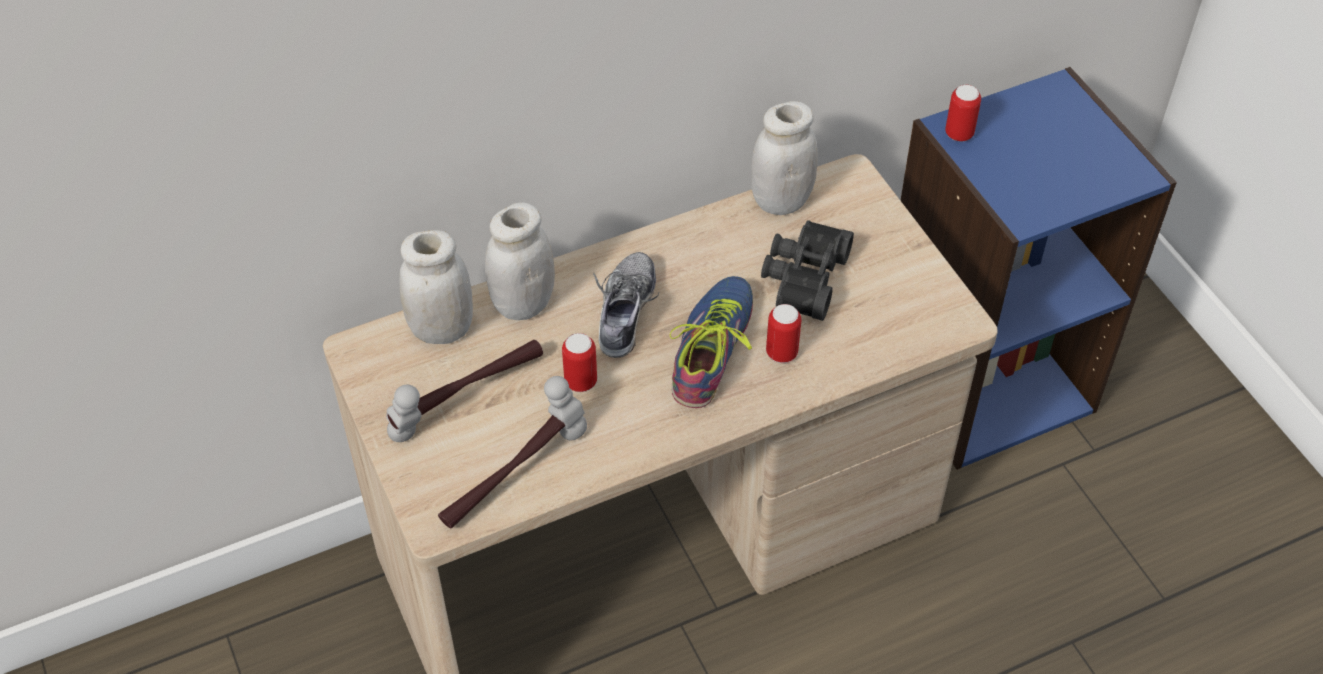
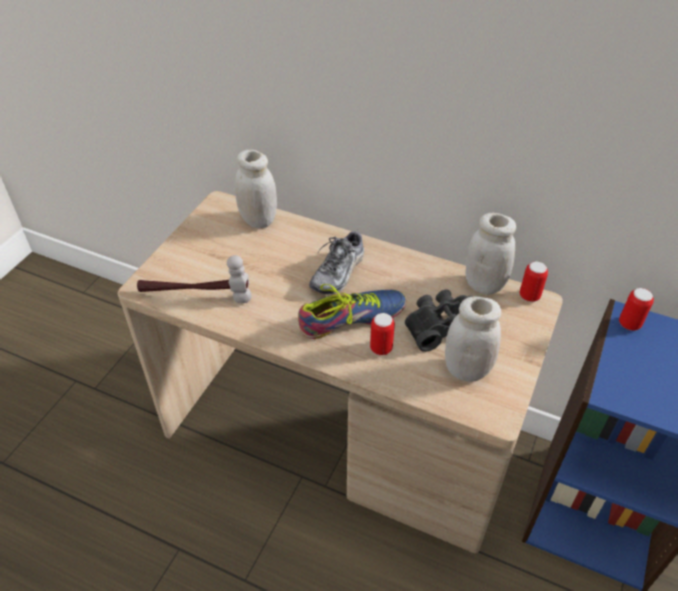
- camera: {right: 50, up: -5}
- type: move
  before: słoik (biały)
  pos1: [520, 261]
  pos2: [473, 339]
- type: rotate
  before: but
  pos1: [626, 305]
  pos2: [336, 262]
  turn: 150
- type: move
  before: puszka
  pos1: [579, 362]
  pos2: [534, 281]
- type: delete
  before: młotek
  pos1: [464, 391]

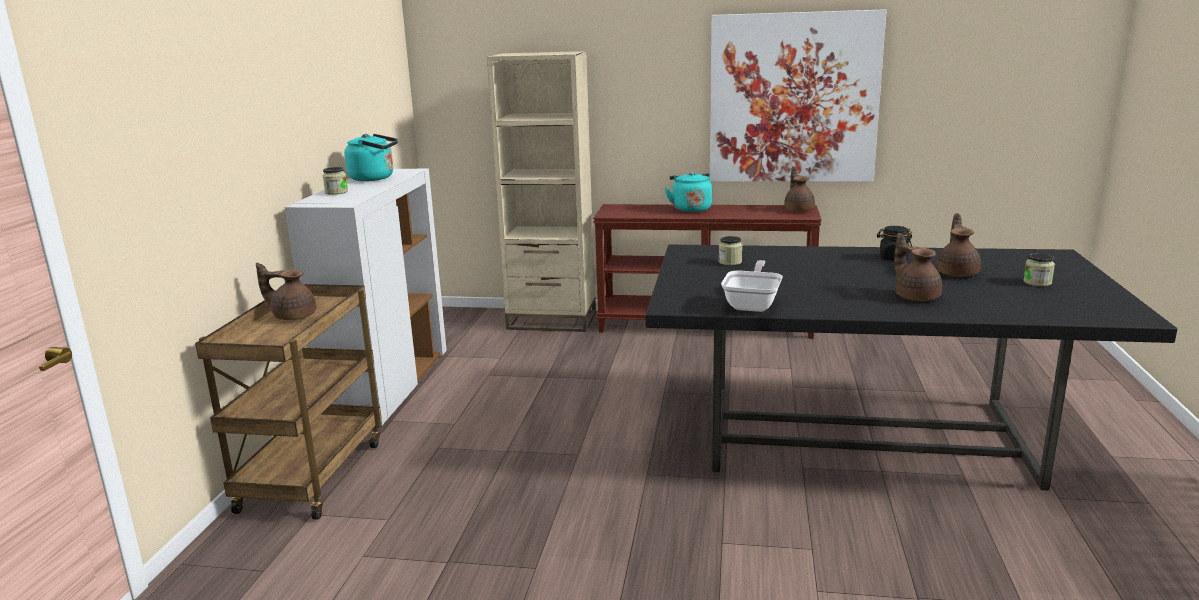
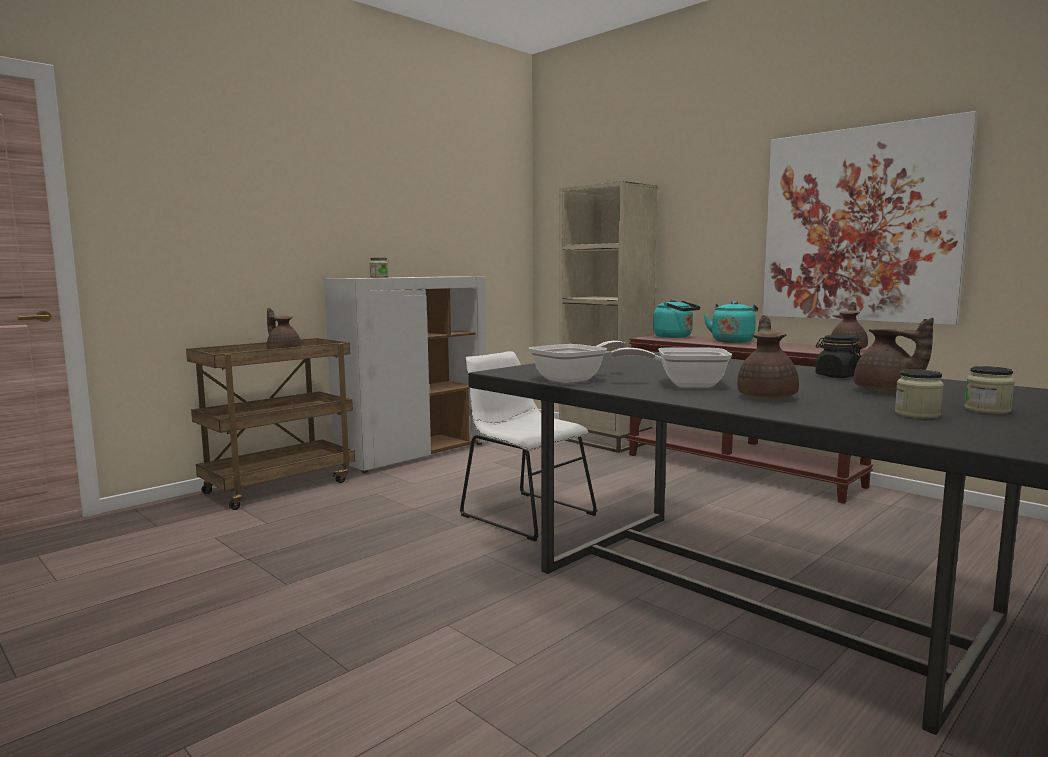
- camera: {right: 35, up: -10}
- type: move
  before: czajnik (turkusowy)
  pos1: [371, 157]
  pos2: [677, 318]
- type: rotate
  before: imbryk (brązowy)
  pos1: [959, 245]
  pos2: [894, 355]
  turn: 105
- type: move
  before: słoik
  pos1: [730, 250]
  pos2: [919, 394]
- type: insert
  after: patelnia
  pos2: [671, 367]
- type: insert
  after: krzesło (biały)
  pos2: [528, 446]

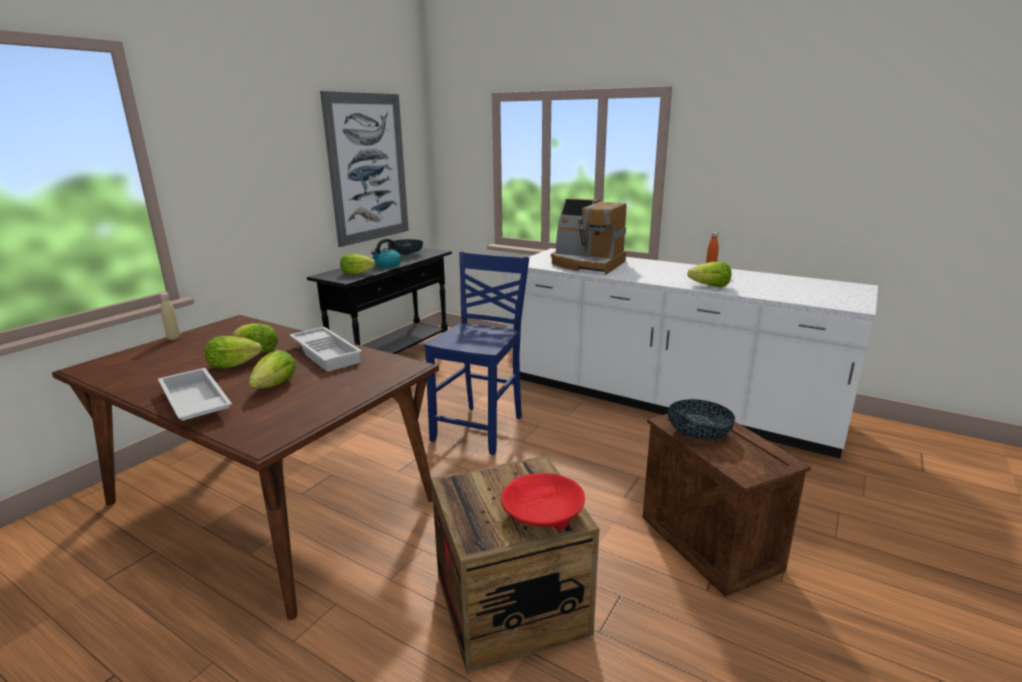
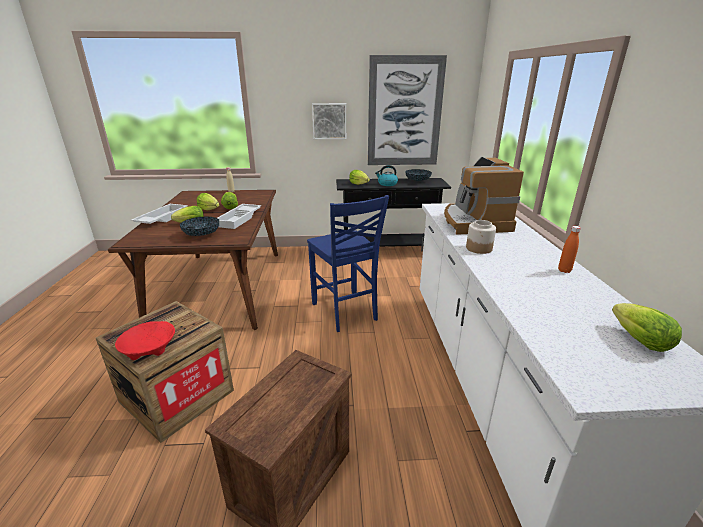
- camera: {right: 55, up: 5}
- type: rotate
  before: krzesło (niebieski)
  pos1: [476, 353]
  pos2: [348, 263]
  turn: 75
- type: move
  before: sałata
  pos1: [709, 274]
  pos2: [647, 327]
- type: move
  before: miska
  pos1: [701, 419]
  pos2: [199, 226]
- type: insert
  after: obraz
  pos2: [329, 121]
- type: insert
  after: słoik
  pos2: [481, 237]

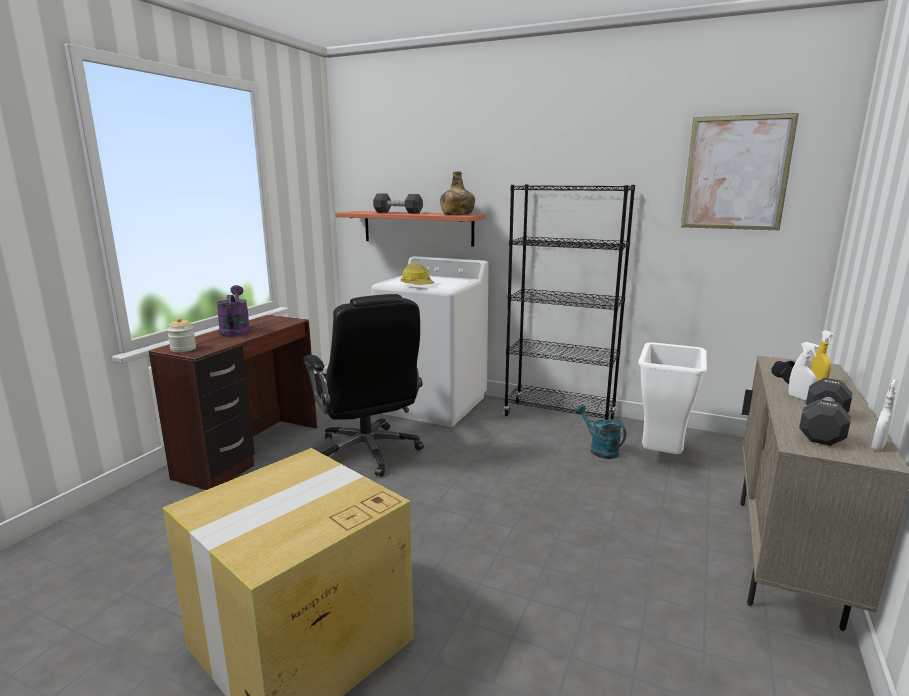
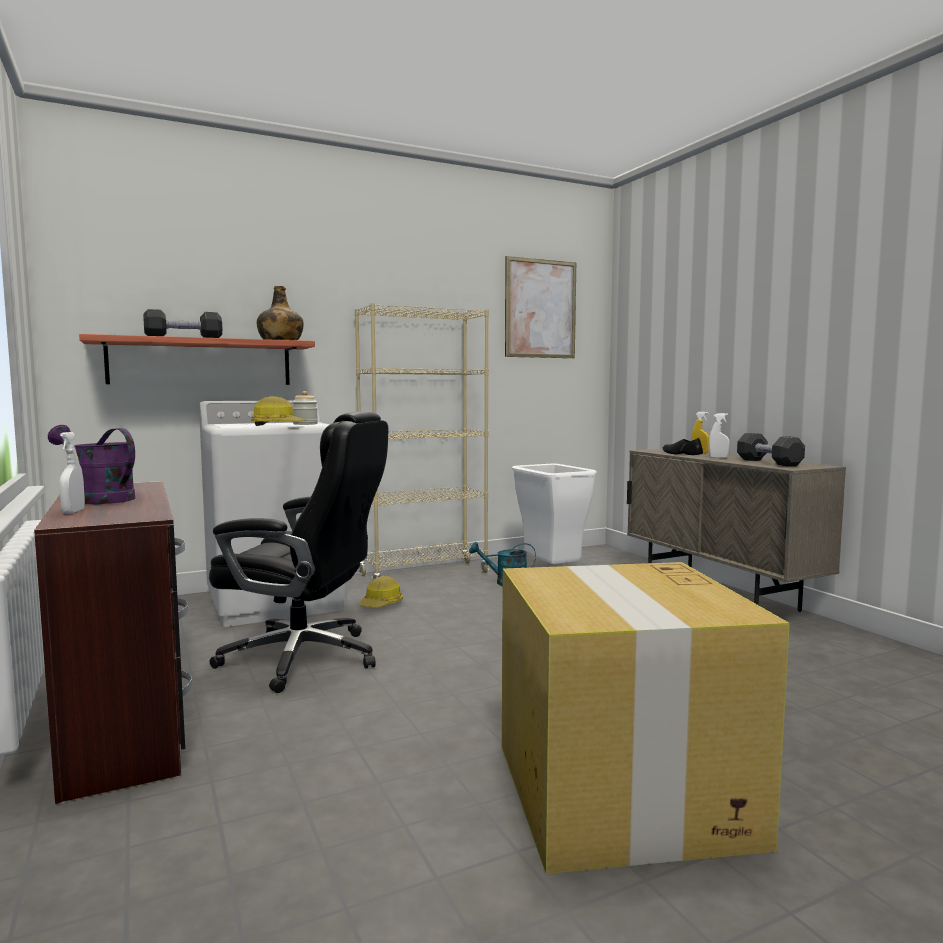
- camera: {right: -50, up: -10}
- type: recolor
  before: regał (czarny)
  after: regał (beżowy)
  pos1: [569, 302]
  pos2: [422, 441]
- type: move
  before: słoik
  pos1: [181, 335]
  pos2: [305, 408]
- type: move
  before: spryskiwacz (biały)
  pos1: [884, 415]
  pos2: [72, 472]
- type: insert
  after: kask
  pos2: [381, 592]

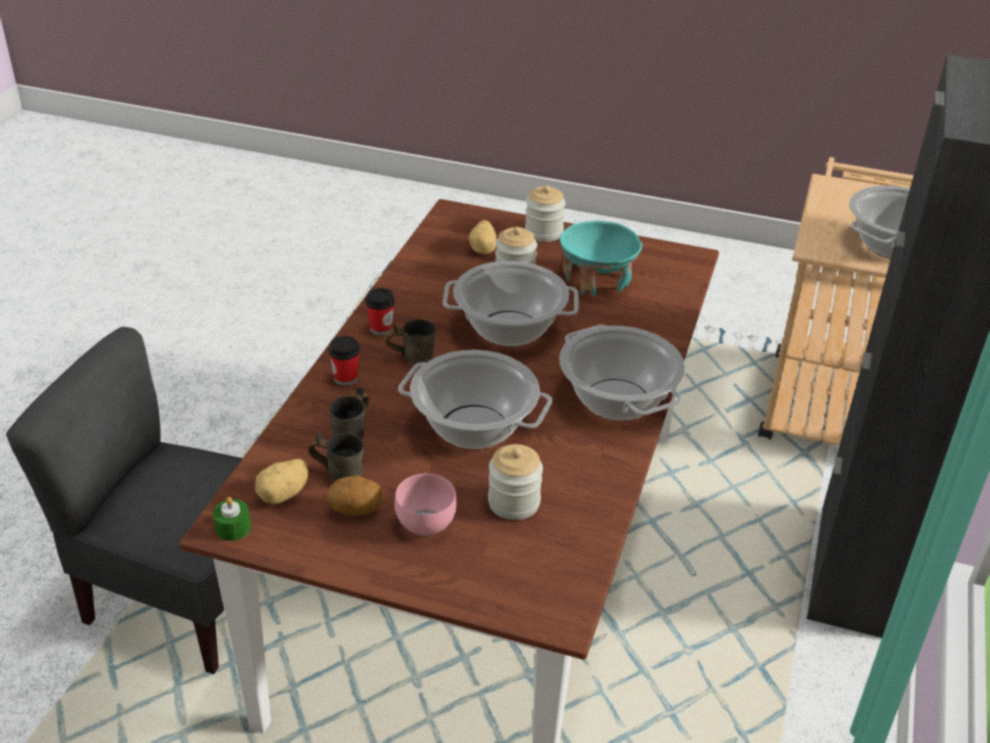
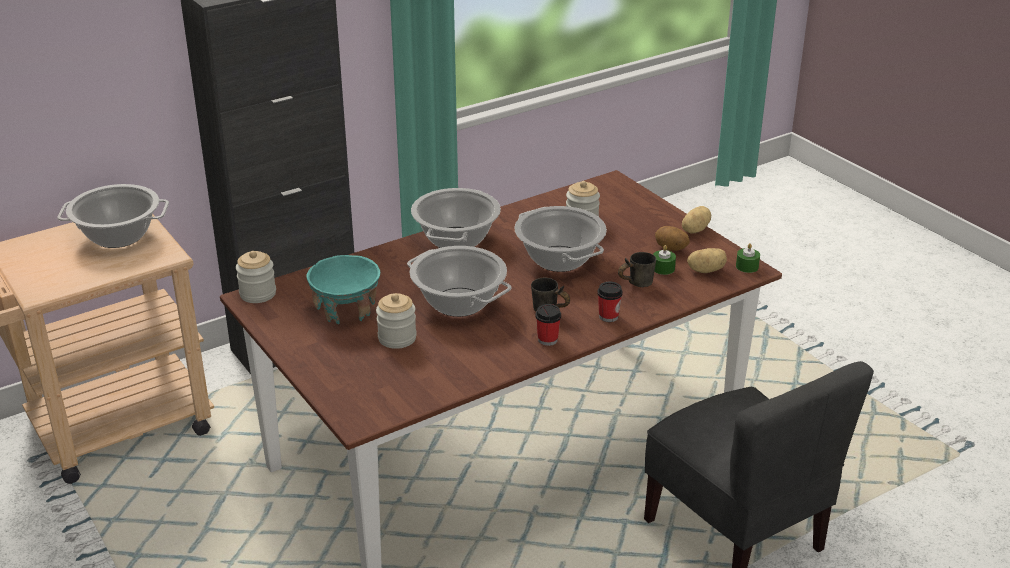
- camera: {right: -140, up: -5}
- type: move
  before: słoik
  pos1: [545, 213]
  pos2: [256, 277]
- type: move
  before: ziemniak
  pos1: [483, 237]
  pos2: [696, 220]
- type: replace
  before: kubek (szary)
  after: świeca (zielony)
  pos1: [336, 457]
  pos2: [664, 260]
- type: delete
  before: miska (różowy)
  pos1: [426, 505]

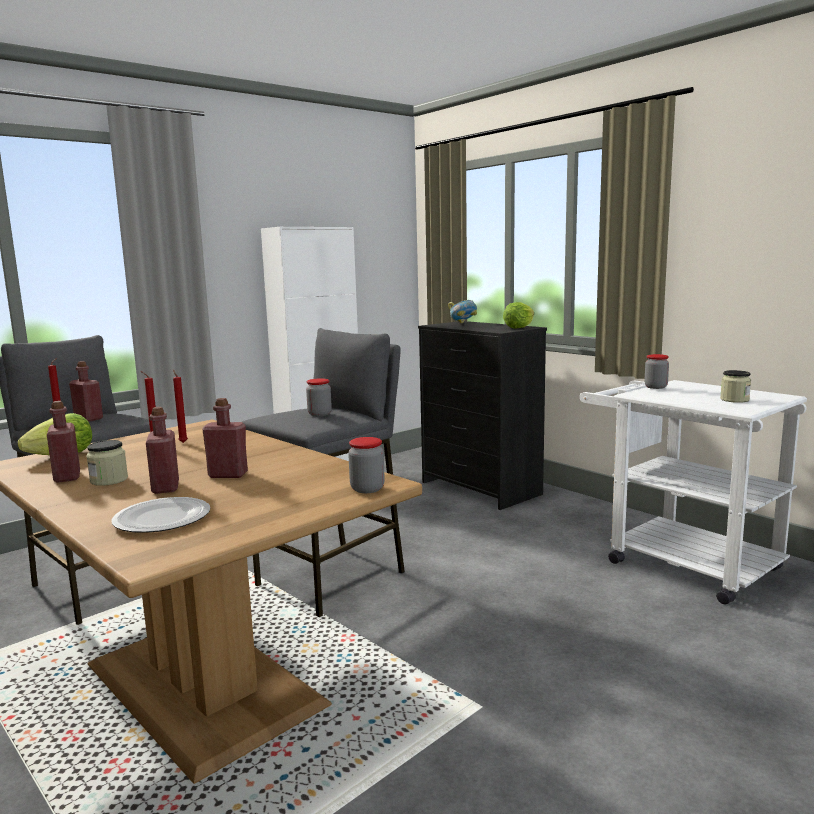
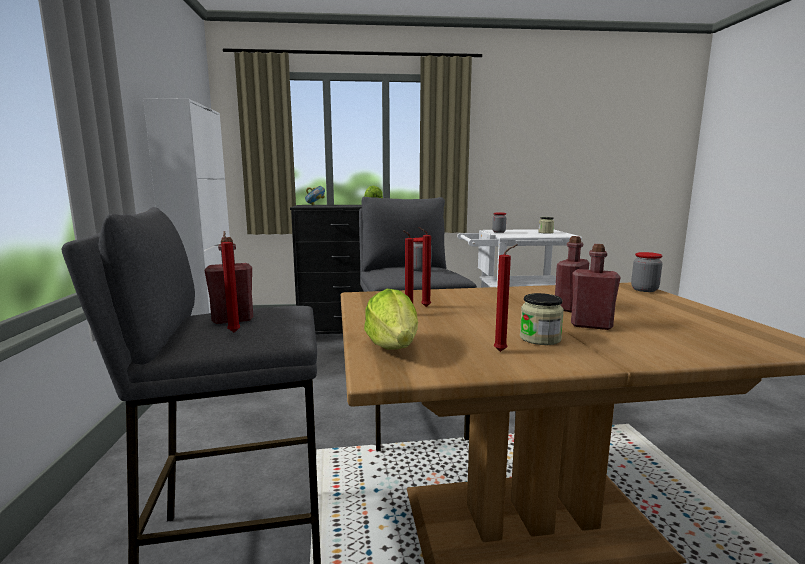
- camera: {right: -55, up: 0}
- type: replace
  before: butelka (czerwony)
  after: świeca (czerwony)
  pos1: [63, 442]
  pos2: [506, 298]
- type: delete
  before: talerz
  pos1: [161, 515]

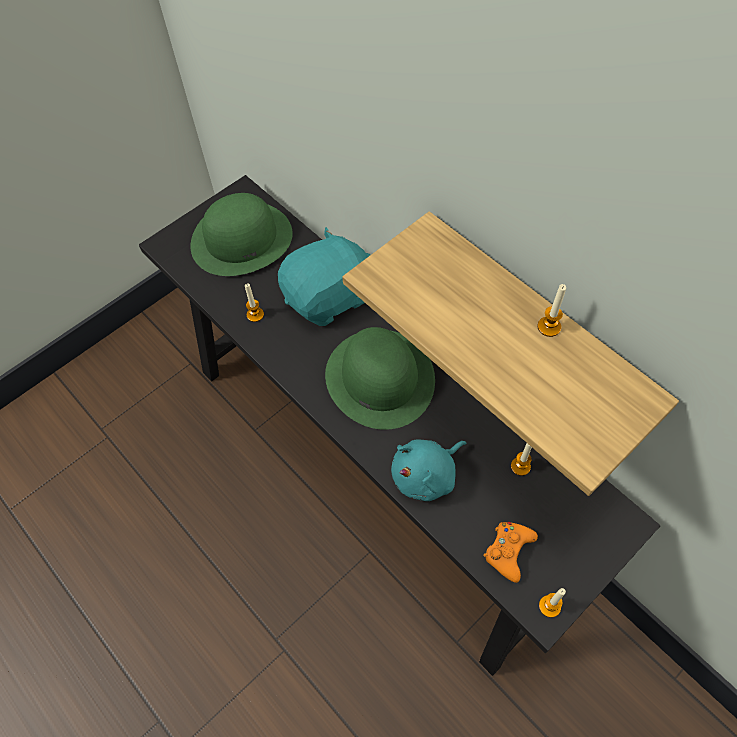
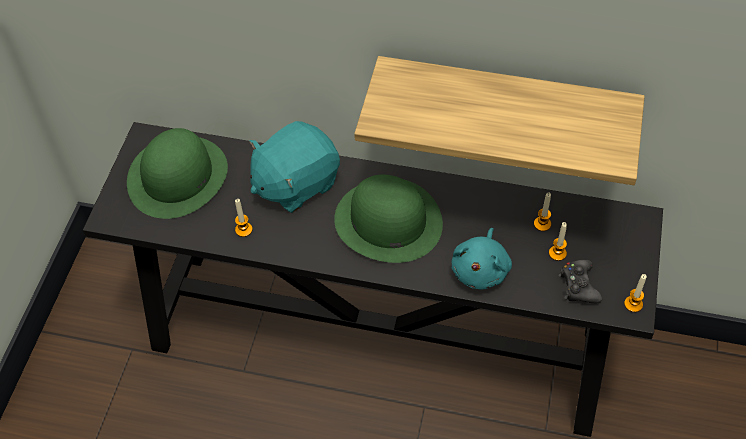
- camera: {right: -35, up: -5}
- type: rotate
  before: pluszak (turkusowy)
  pos1: [324, 276]
  pos2: [294, 167]
  turn: -150
- type: move
  before: świeca
  pos1: [552, 310]
  pos2: [558, 241]
- type: recolor
  before: pad do gier (pomarańczowy)
  after: pad do gier (czarny)
  pos1: [510, 552]
  pos2: [580, 281]

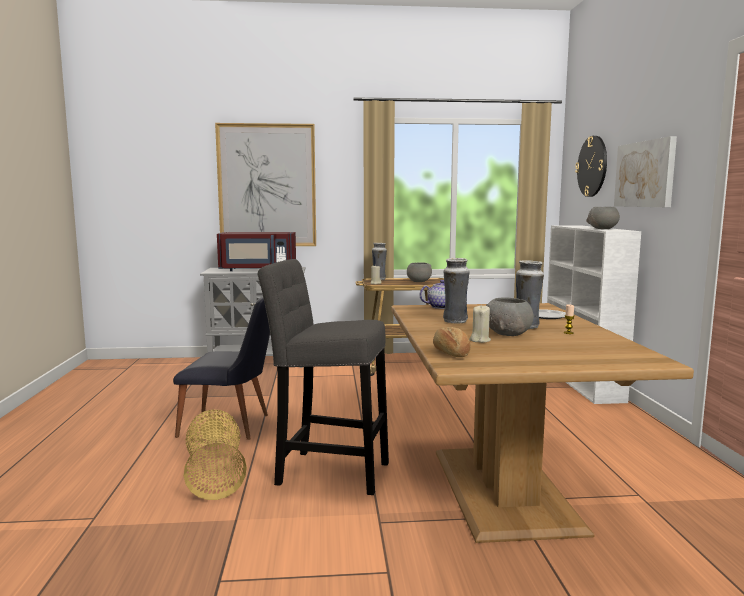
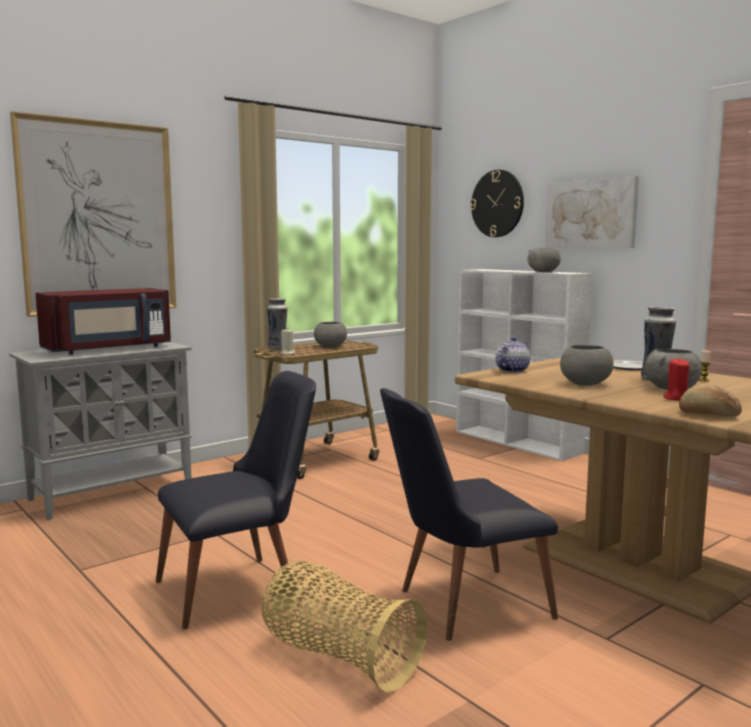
- camera: {right: -35, up: 0}
- type: replace
  before: wazon
  after: miska (szary)
  pos1: [456, 290]
  pos2: [587, 365]
- type: replace
  before: stołek (szary)
  after: krzesło (czarny)
  pos1: [323, 377]
  pos2: [469, 514]
- type: recolor
  before: świeca (beżowy)
  after: świeca (czerwony)
  pos1: [480, 324]
  pos2: [676, 379]

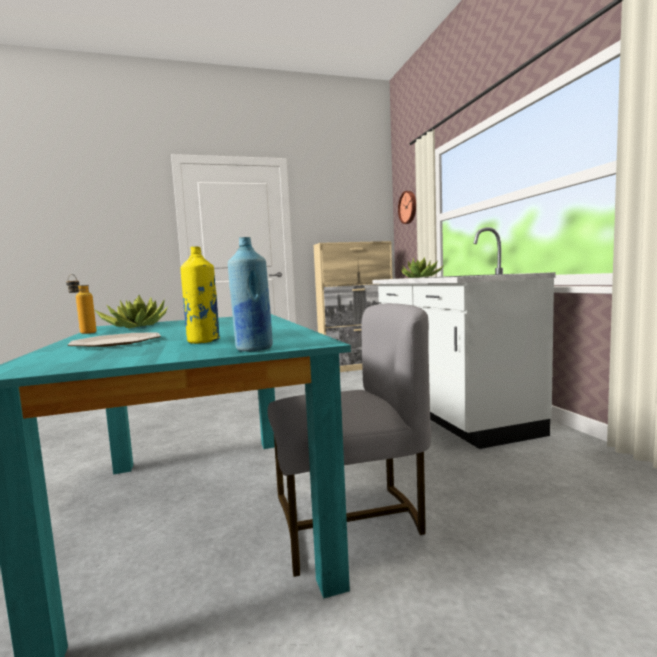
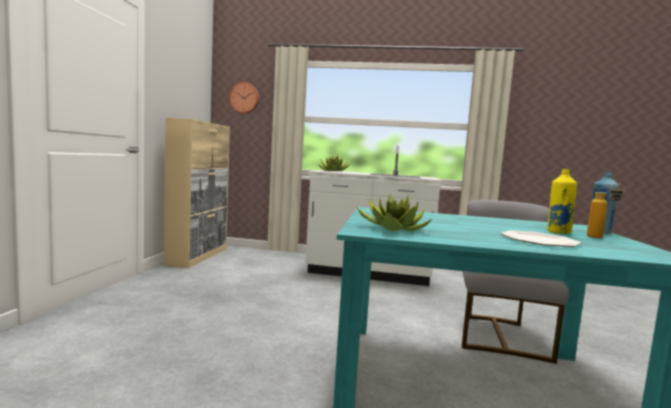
- camera: {right: -65, up: 0}
- type: move
  before: butelka
  pos1: [81, 304]
  pos2: [606, 210]

